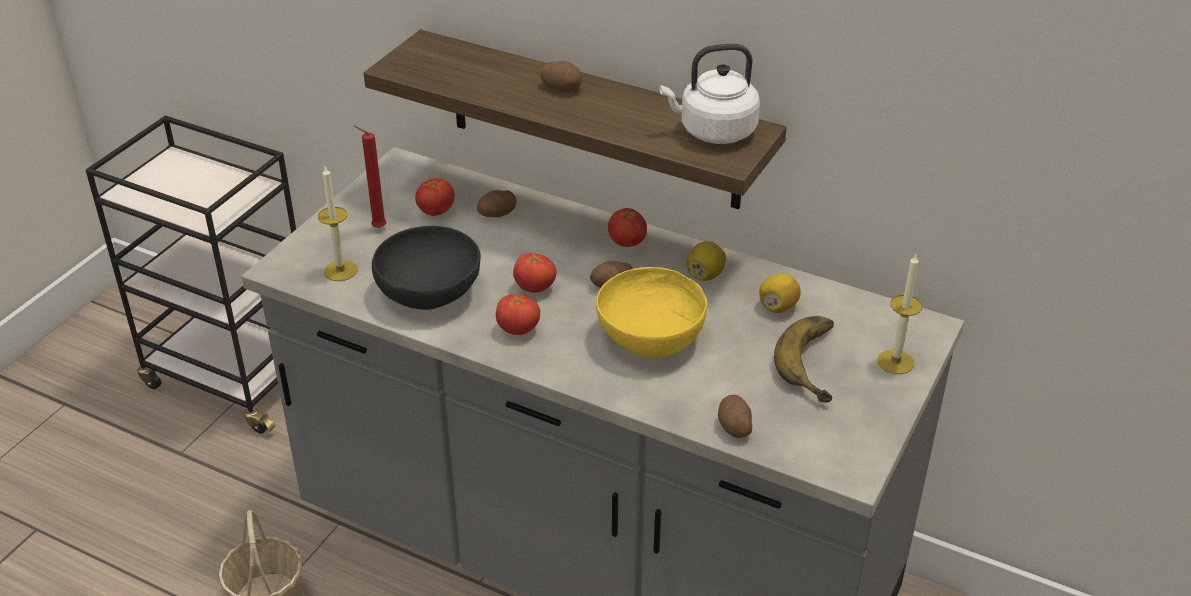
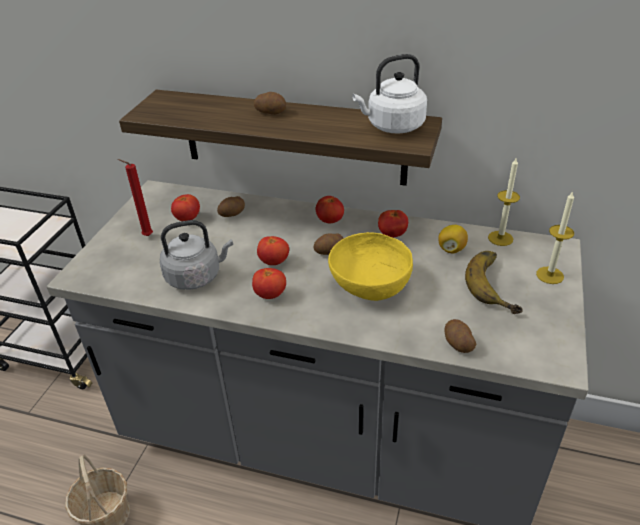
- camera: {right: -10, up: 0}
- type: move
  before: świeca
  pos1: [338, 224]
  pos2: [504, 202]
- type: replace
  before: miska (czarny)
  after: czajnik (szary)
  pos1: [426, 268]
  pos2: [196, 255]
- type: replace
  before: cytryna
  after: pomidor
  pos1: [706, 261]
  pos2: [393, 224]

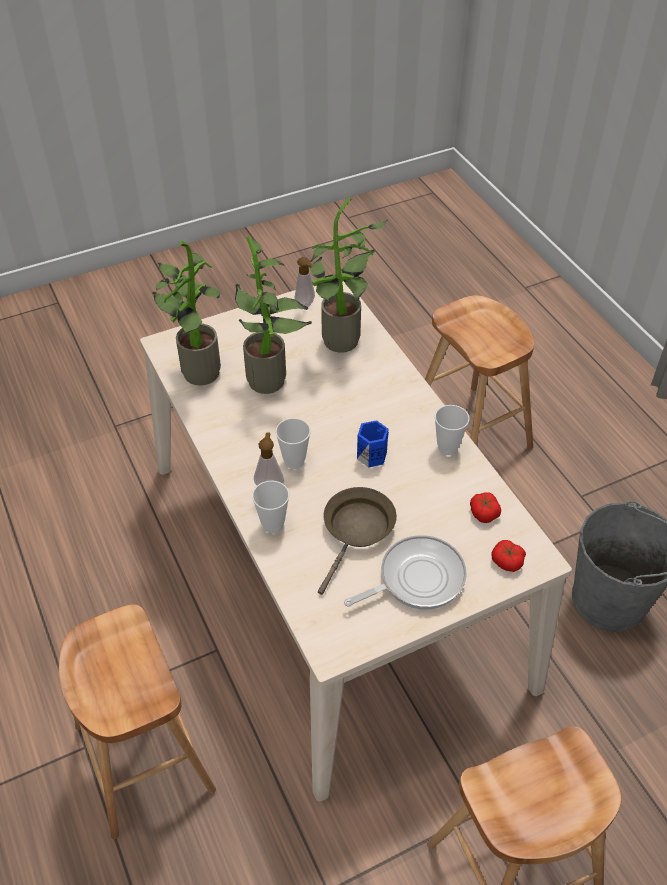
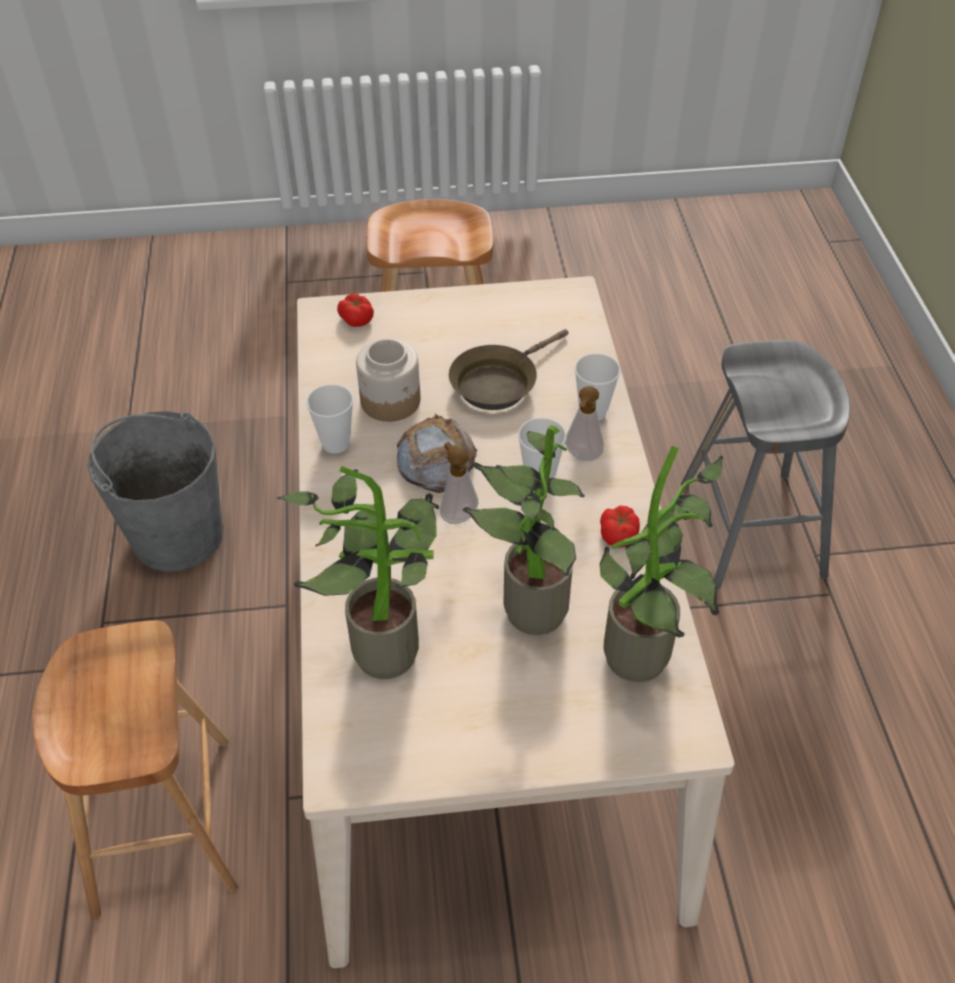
- camera: {right: -160, up: 0}
- type: move
  before: dozownik mydła
  pos1: [304, 283]
  pos2: [459, 483]
- type: replace
  before: kubek (niebieski)
  after: chleb
  pos1: [373, 444]
  pos2: [437, 453]
- type: move
  before: pomidor
  pos1: [485, 507]
  pos2: [620, 527]
- type: delete
  before: patelnia
  pos1: [405, 572]
- type: recolor
  before: stołek (brązowy)
  after: stołek (szary)
  pos1: [137, 721]
  pos2: [765, 464]
- type: insert
  after: słoik
  pos2: [388, 380]

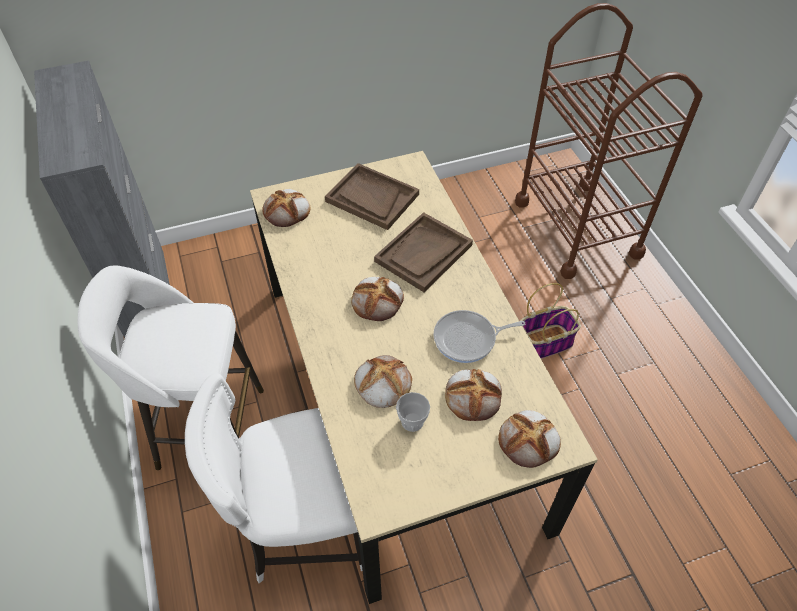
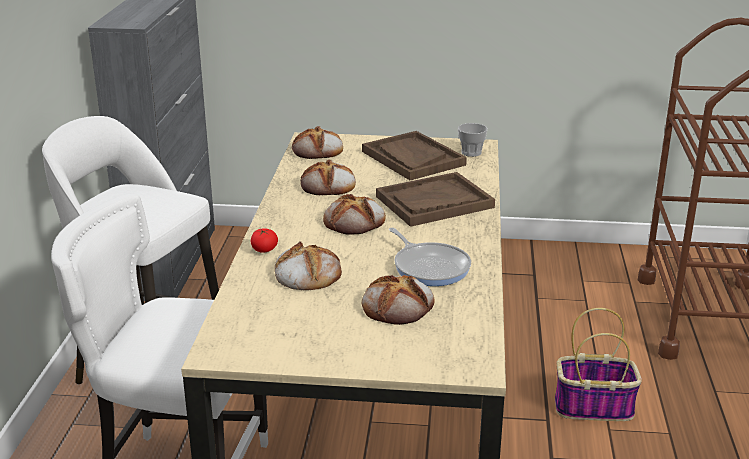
- camera: {right: 25, up: -25}
- type: rotate
  before: patelnia
  pos1: [479, 336]
  pos2: [430, 257]
  turn: -135
- type: move
  before: filiżanka
  pos1: [413, 412]
  pos2: [473, 140]
- type: move
  before: chleb
  pos1: [529, 439]
  pos2: [328, 177]
- type: insert
  after: pomidor
  pos2: [264, 240]

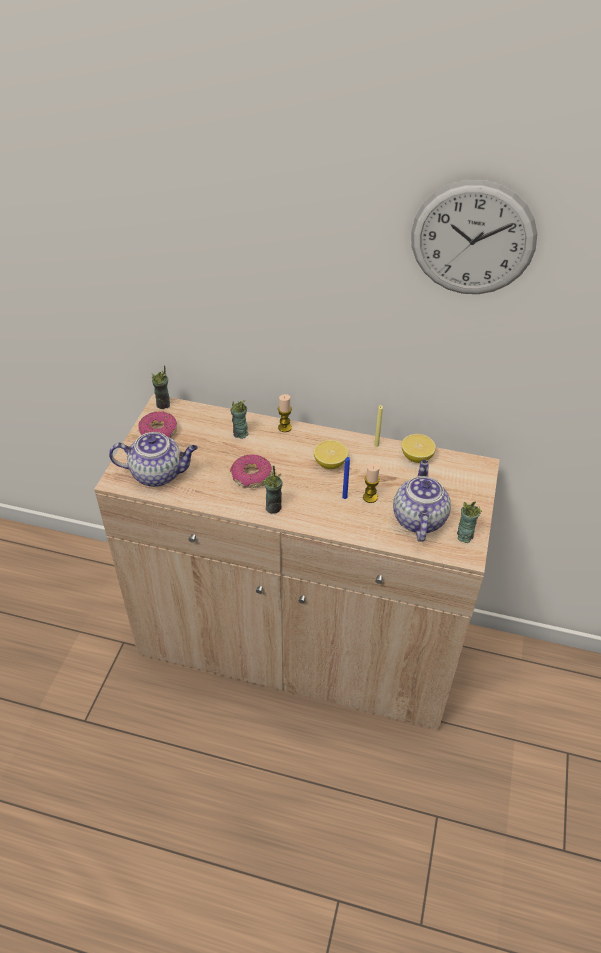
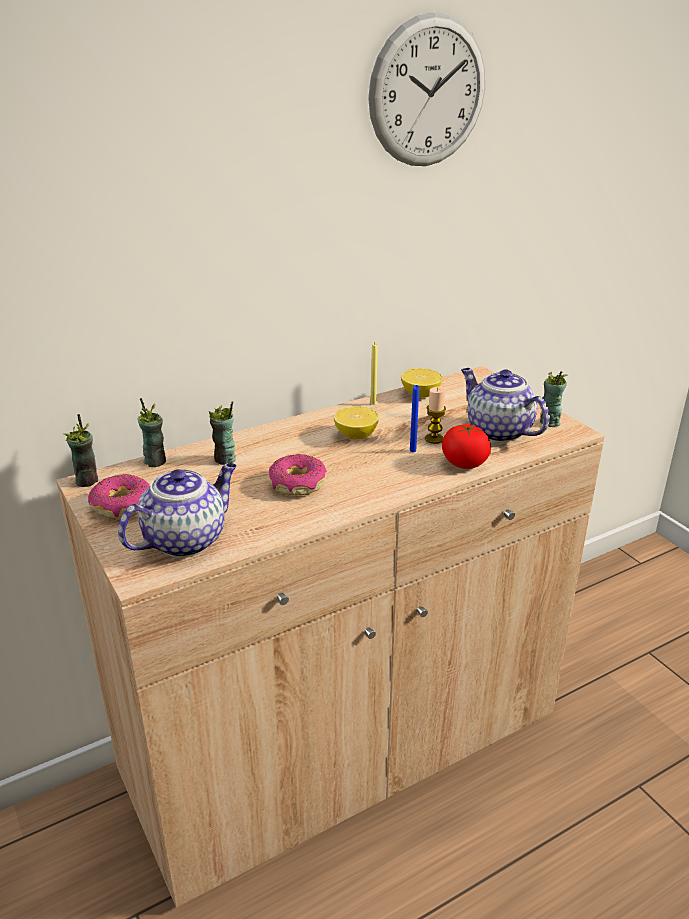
- camera: {right: -45, up: -15}
- type: delete
  before: świeca
  pos1: [285, 413]
- type: move
  before: filiżanka
  pos1: [273, 489]
  pos2: [152, 432]
- type: insert
  after: pomidor
  pos2: [466, 446]

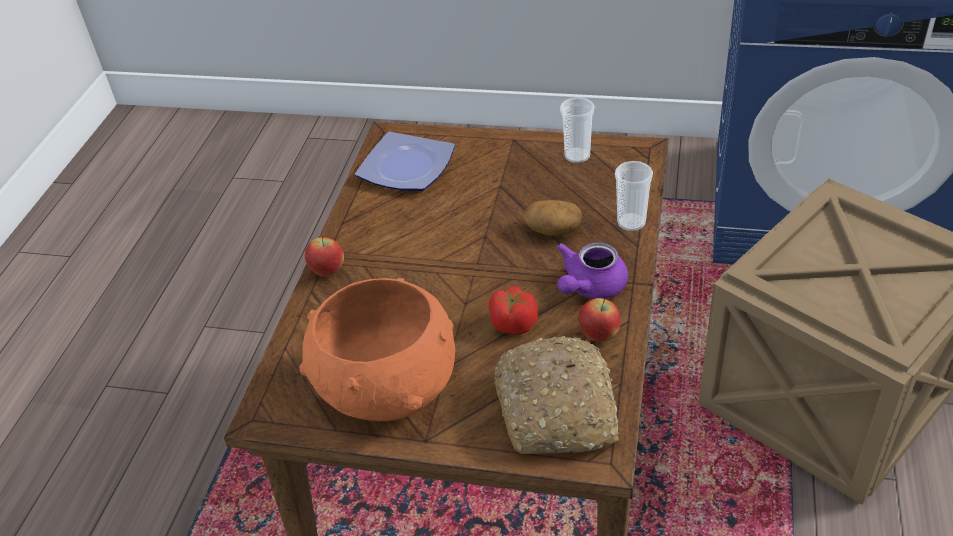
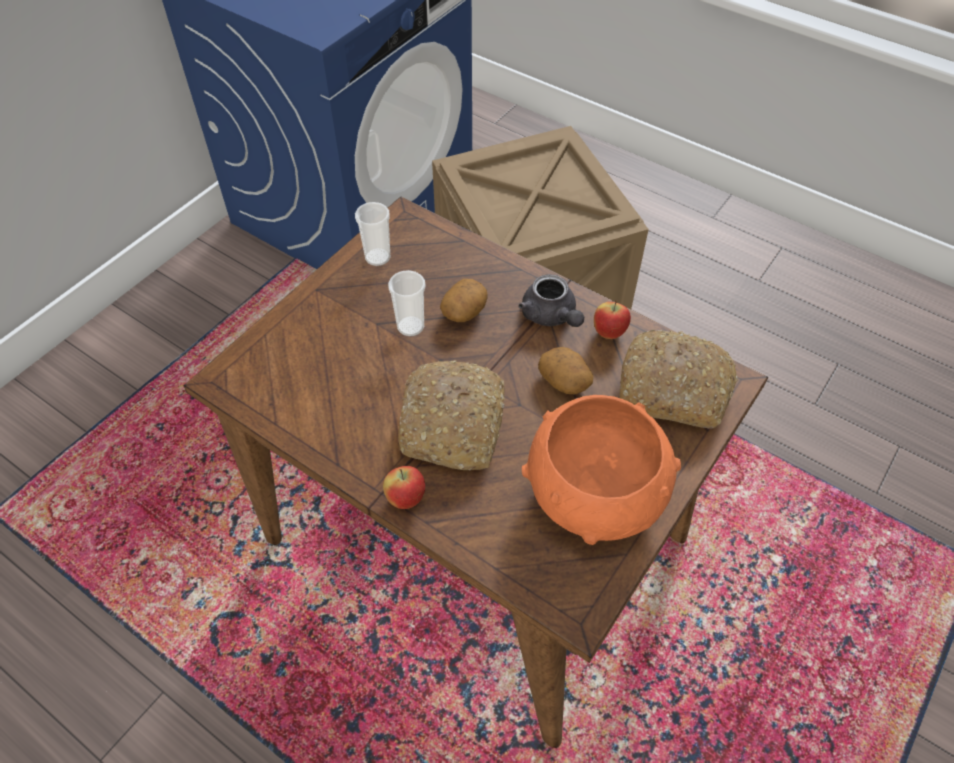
- camera: {right: -70, up: 10}
- type: delete
  before: talerz
  pos1: [405, 161]
- type: move
  before: filiżanka
  pos1: [634, 196]
  pos2: [406, 303]
- type: recolor
  before: imbryk (fioletowy)
  after: imbryk (szary)
  pos1: [592, 270]
  pos2: [551, 300]
- type: replace
  before: pomidor
  after: ziemniak
  pos1: [513, 310]
  pos2: [565, 370]
- type: insert
  after: chleb
  pos2: [451, 415]

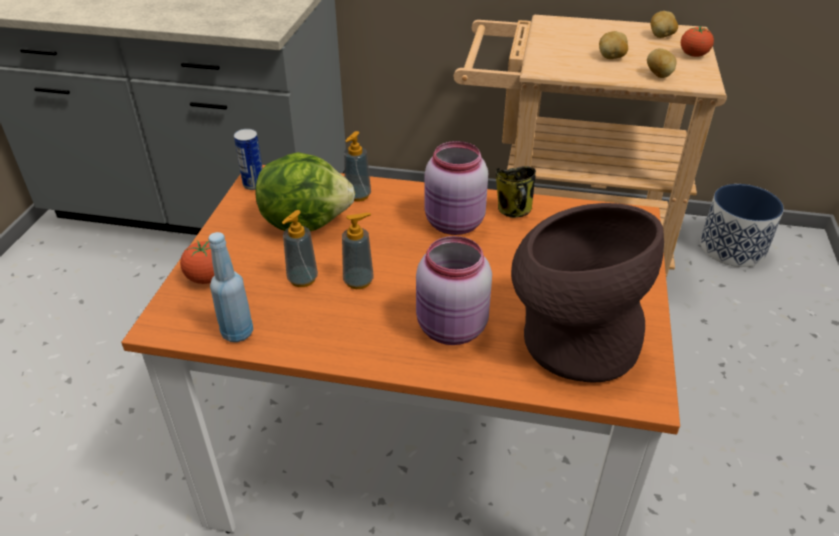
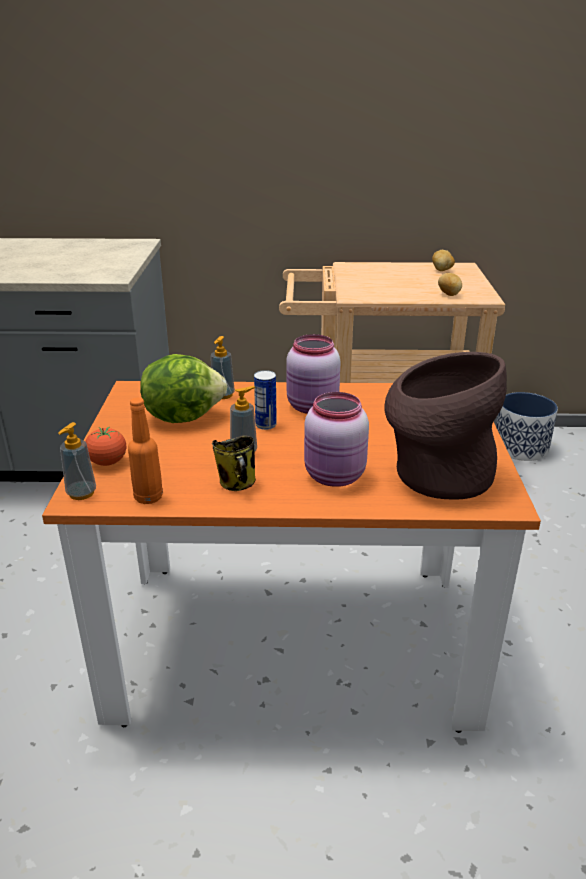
- camera: {right: -10, up: -10}
- type: delete
  before: pomidor
  pos1: [697, 42]
- type: delete
  before: ziemniak
  pos1: [613, 45]
- type: move
  before: puszka
  pos1: [248, 159]
  pos2: [265, 400]
- type: move
  before: kubek
  pos1: [516, 192]
  pos2: [234, 463]
- type: move
  before: dozownik mydła
  pos1: [300, 248]
  pos2: [77, 461]
- type: recolor
  before: butelka (niebieski)
  after: butelka (pomarańczowy)
  pos1: [230, 287]
  pos2: [145, 451]

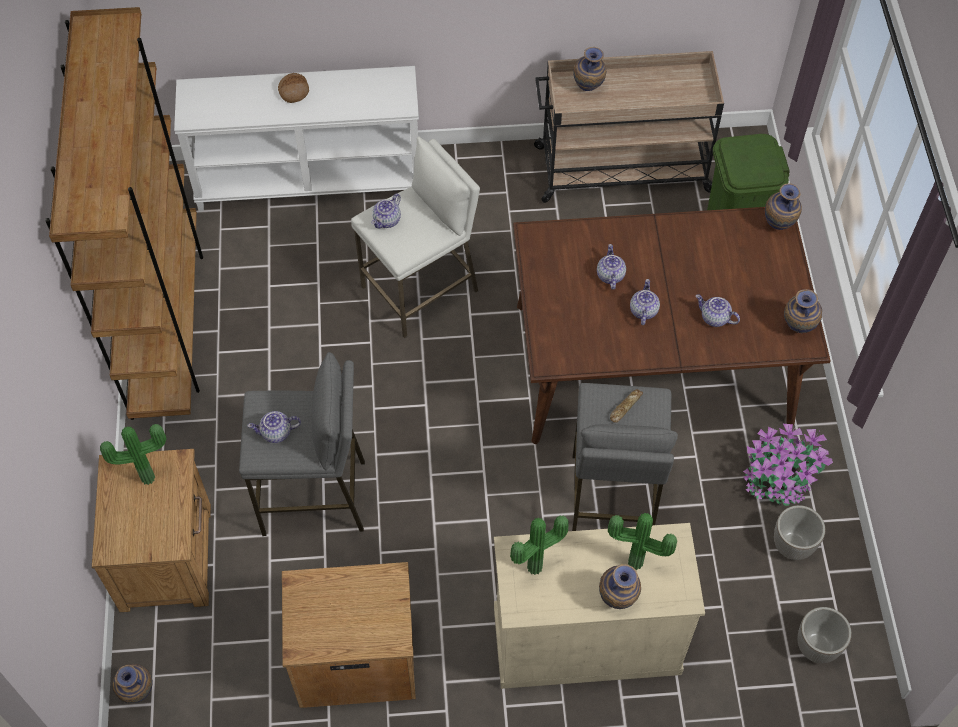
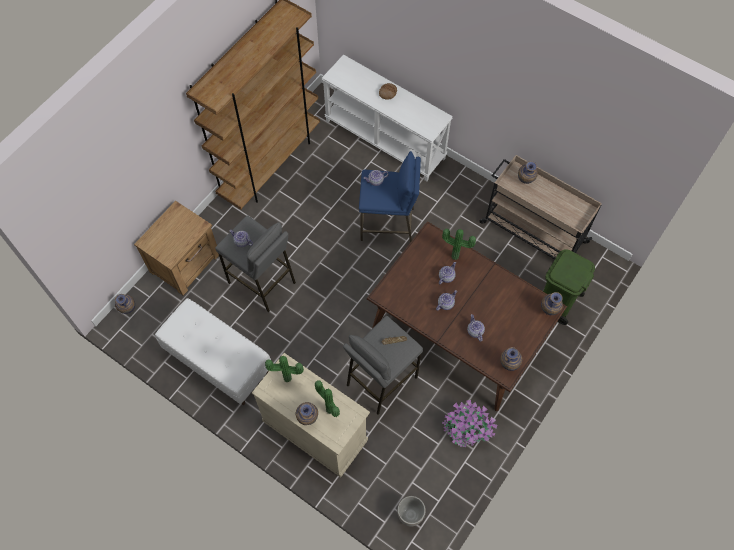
- camera: {right: 40, up: 5}
- type: recolor
  before: stołek (biały)
  after: stołek (niebieski)
  pos1: [415, 237]
  pos2: [390, 197]
- type: move
  before: roślina doniczkowa
  pos1: [133, 454]
  pos2: [459, 244]
- type: delete
  before: donica
  pos1: [799, 532]
- type: replace
  before: szafka nocna (brązowy)
  after: ławka (biały)
  pos1: [349, 635]
  pos2: [213, 351]

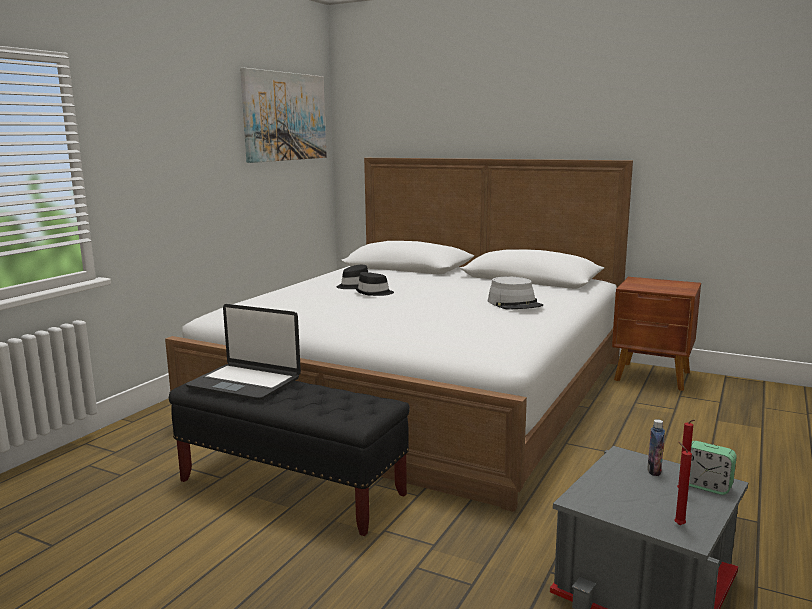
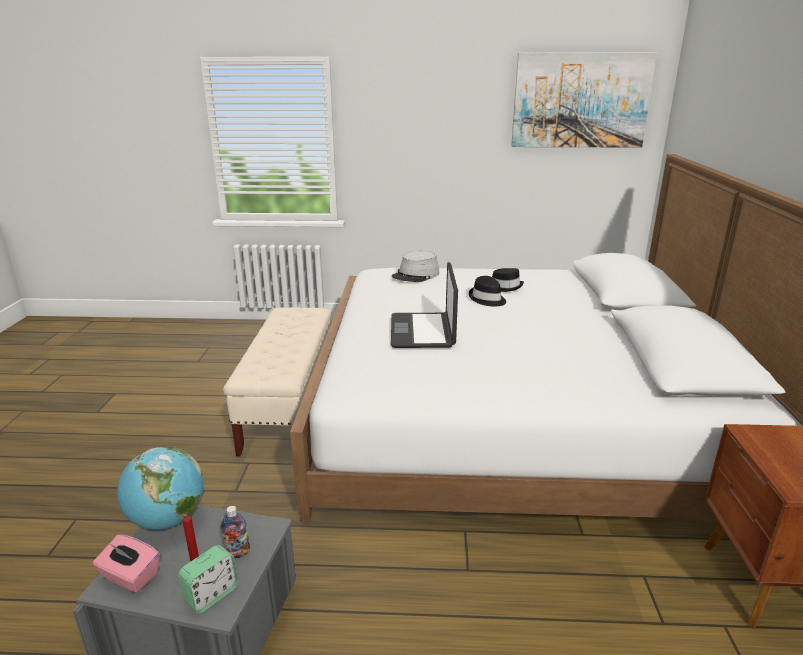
- camera: {right: 65, up: 10}
- type: move
  before: kapelusz (szary)
  pos1: [515, 293]
  pos2: [415, 266]
- type: move
  before: laptop
  pos1: [243, 352]
  pos2: [424, 305]
- type: recolor
  before: ławka (czarny)
  after: ławka (beżowy)
  pos1: [289, 458]
  pos2: [277, 381]
- type: rotate
  before: budzik
  pos1: [713, 468]
  pos2: [208, 579]
  turn: -150
- type: replace
  before: świeca (czerwony)
  after: pudełko chusteczek (różowy)
  pos1: [683, 483]
  pos2: [126, 564]
- type: insert
  after: globus
  pos2: [160, 488]

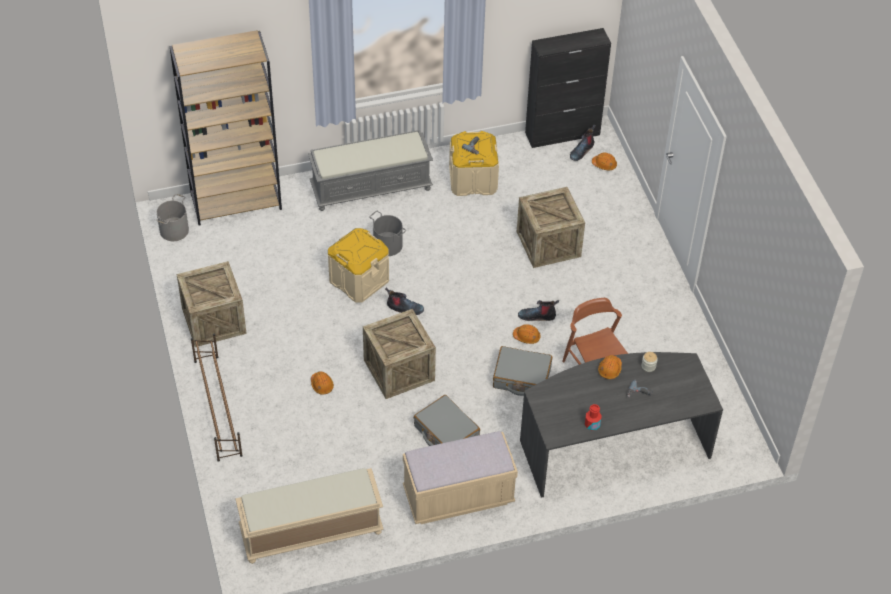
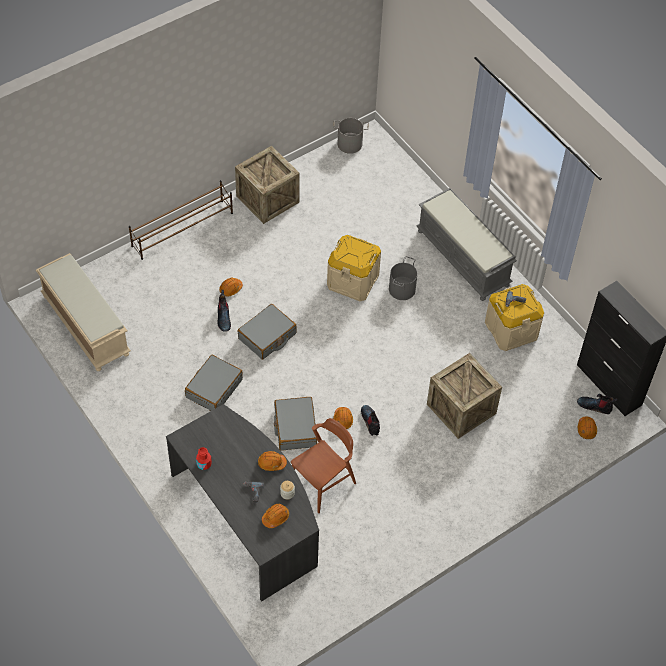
- camera: {right: 70, up: 5}
- type: delete
  before: regał (brązowy)
  pos1: [226, 128]
- type: move
  before: but z cholewką
  pos1: [404, 301]
  pos2: [224, 311]
- type: replace
  before: skrzynka
  after: walizka (szary)
  pos1: [399, 354]
  pos2: [267, 332]
- type: delete
  before: ławka (beżowy)
  pos1: [460, 477]
- type: insert
  after: kask (pomarańczowy)
  pos2: [275, 516]

